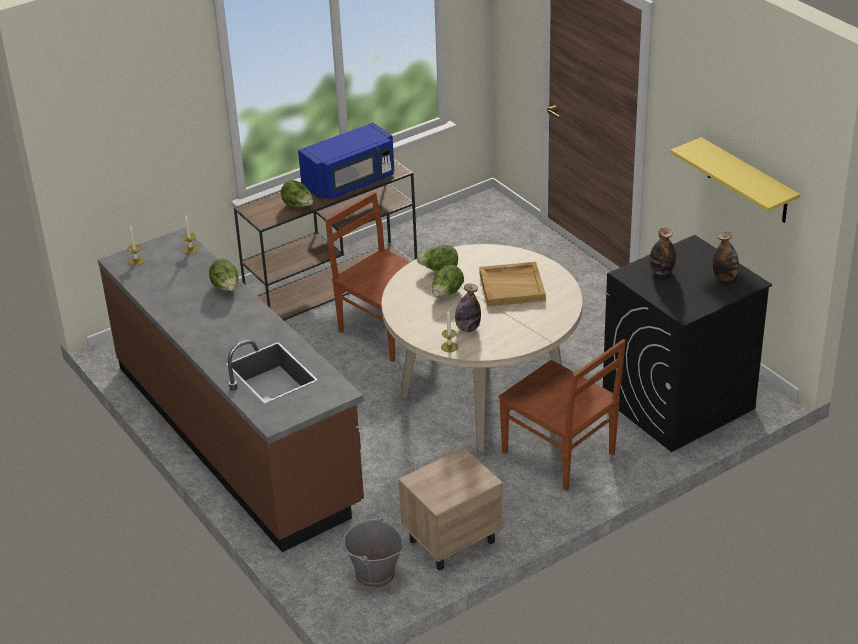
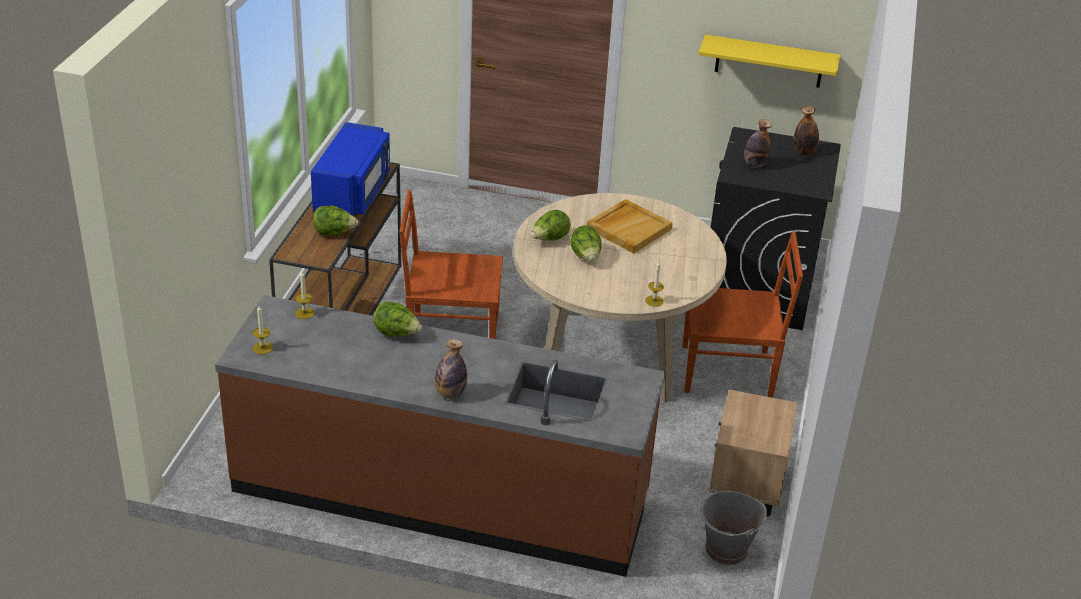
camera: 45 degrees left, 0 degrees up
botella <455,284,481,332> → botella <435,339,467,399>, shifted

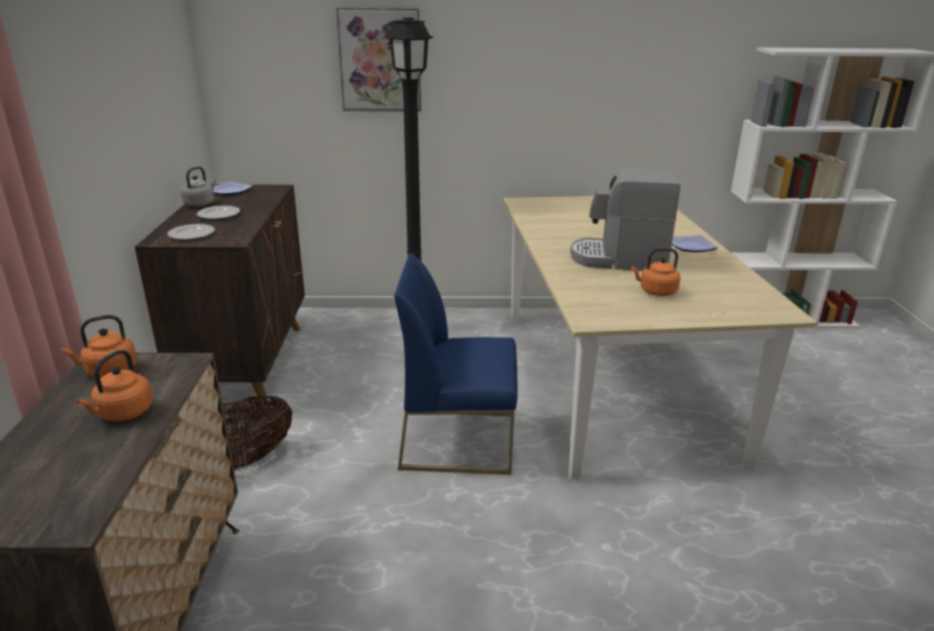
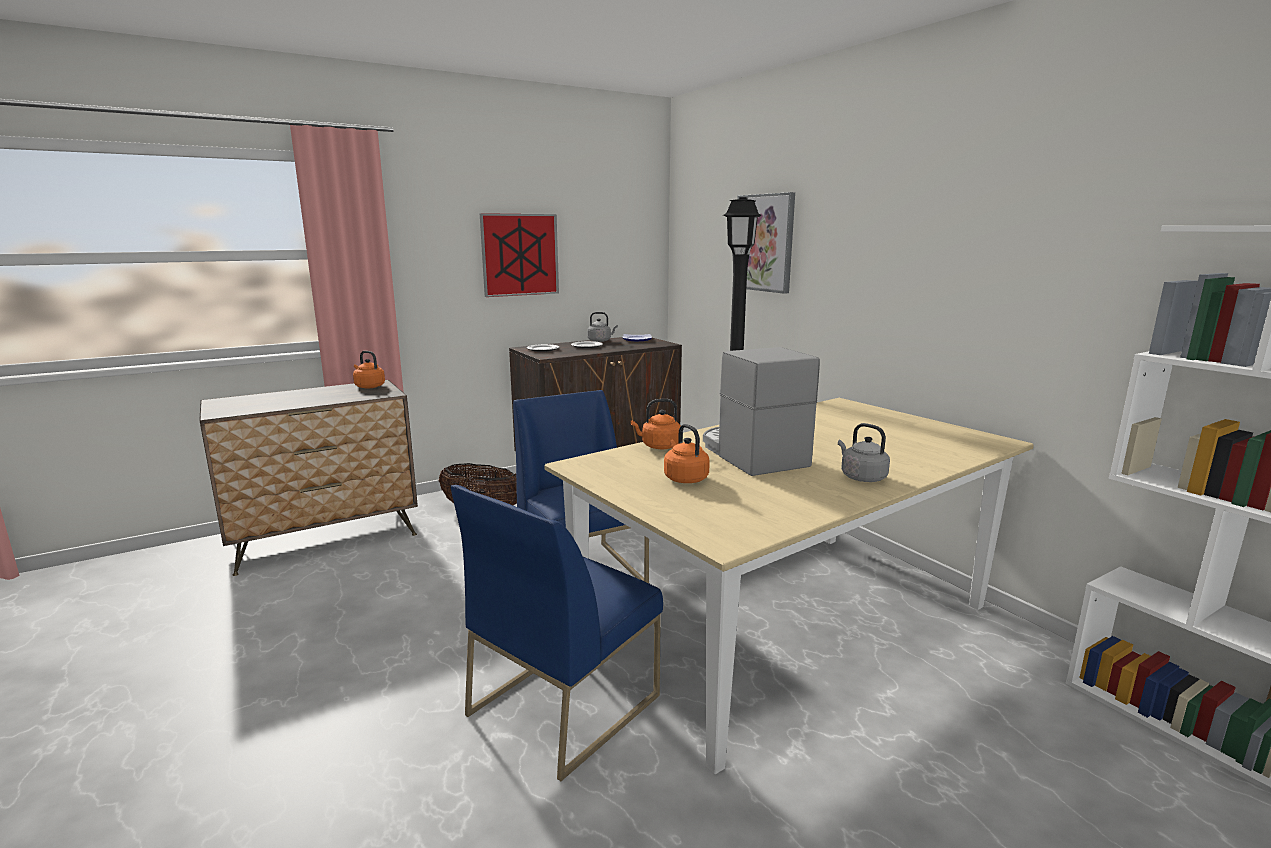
camera: 60 degrees right, 10 degrees down
plato <672,235,718,252> → hervidor [gris] <838,423,890,482>
hervidor [naranja] <77,350,153,422> → hervidor [naranja] <631,399,681,449>, shifted
- → cuadro <480,213,559,297>
- → silla [azul] <451,485,663,781>

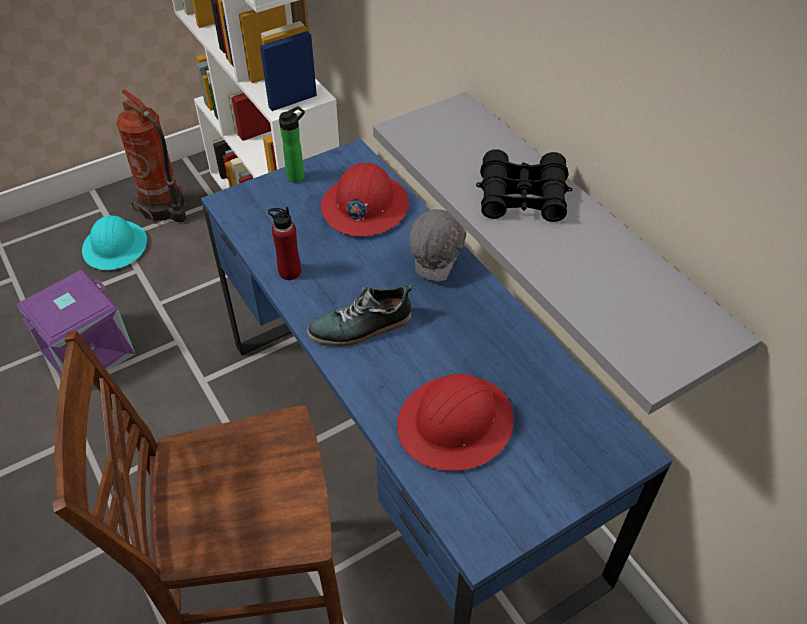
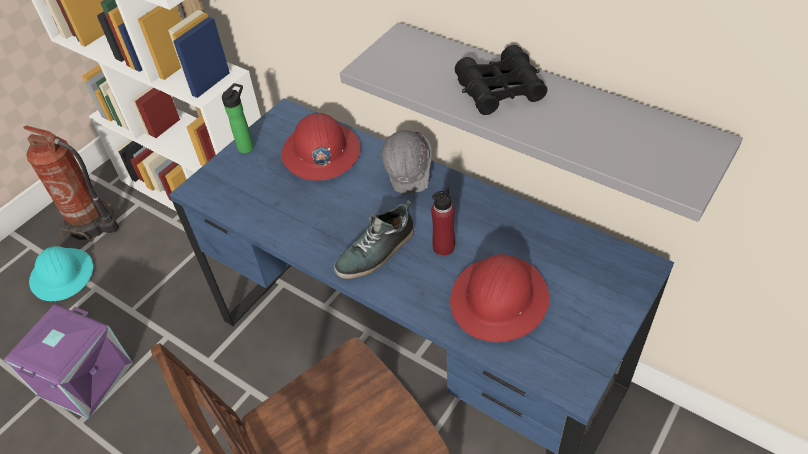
camera: 20 degrees left, 0 degrees up
botella [rojo] <268,207,301,280> → botella [rojo] <431,187,455,256>, shifted

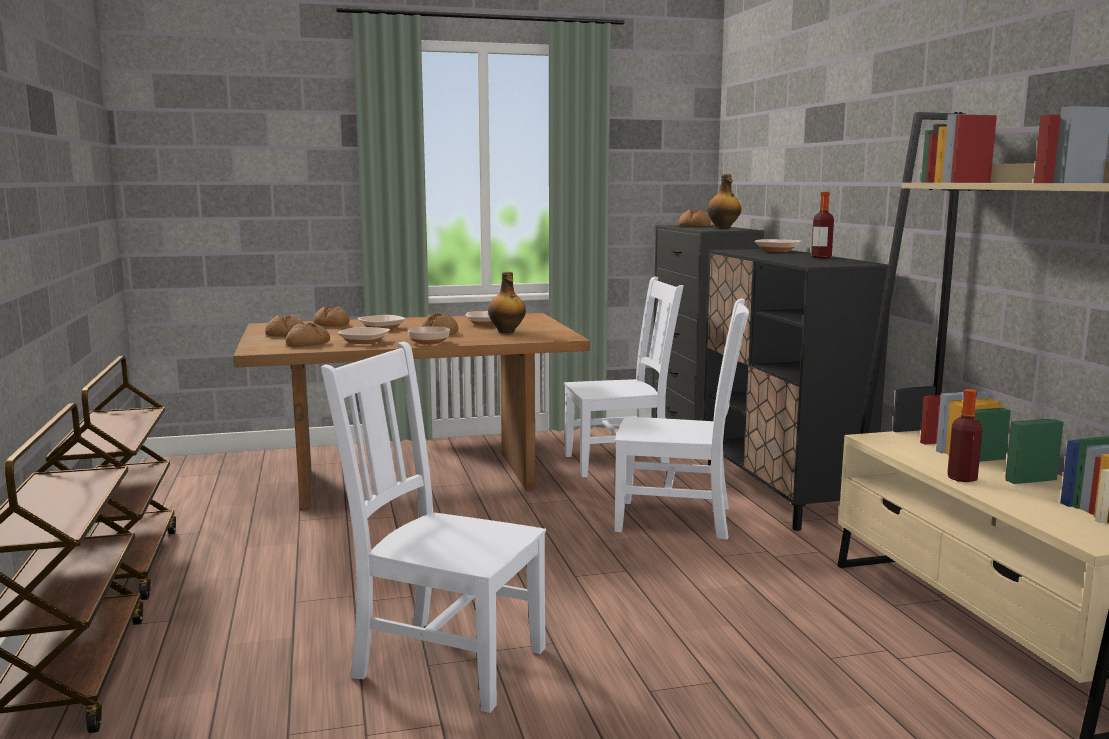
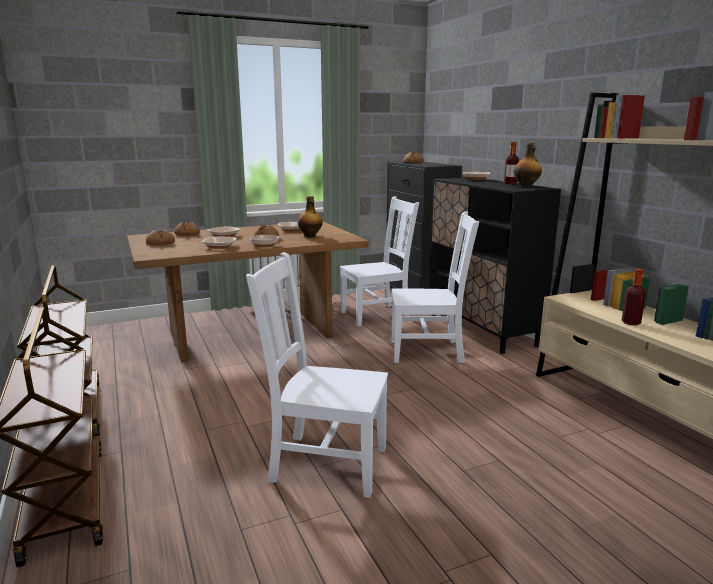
camera: 10 degrees left, 5 degrees up
botella <707,174,741,229> → botella <514,143,542,187>, shifted
pan <286,322,330,347> → -

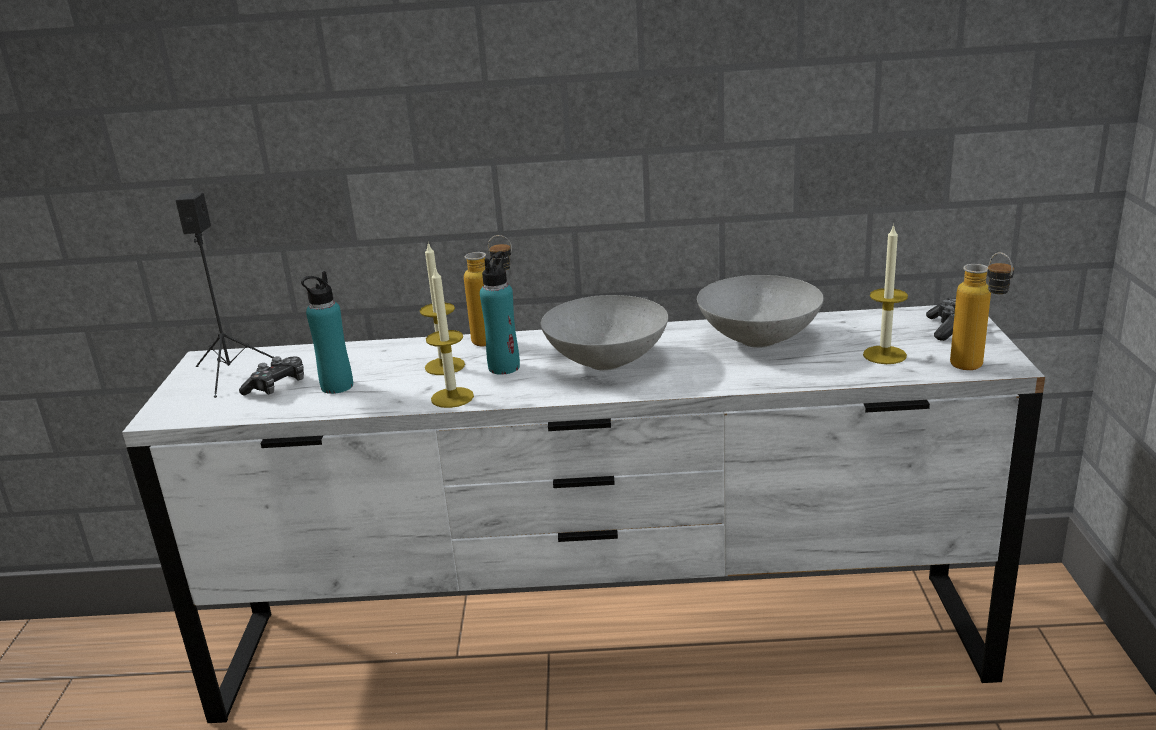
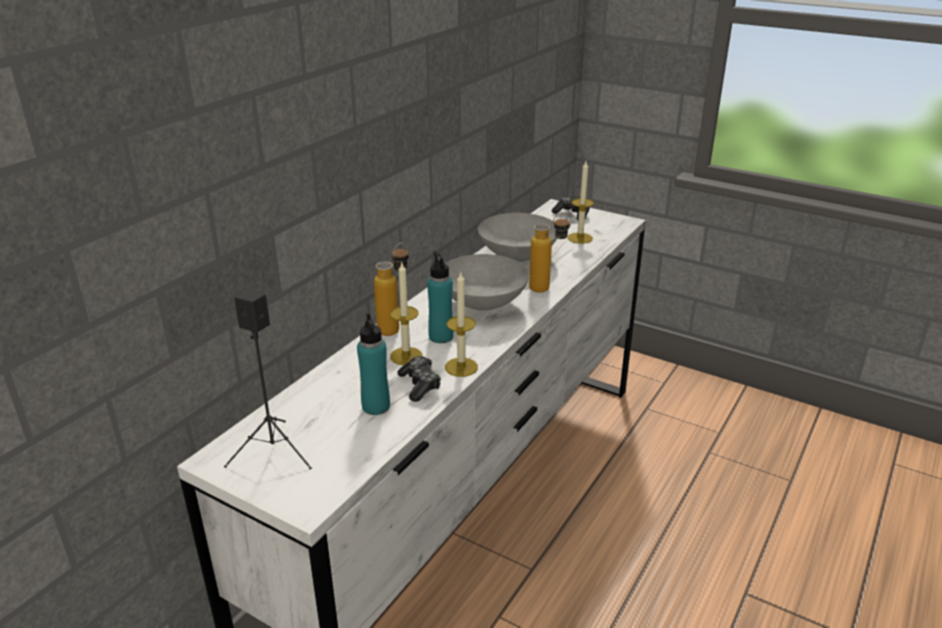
camera: 60 degrees left, 5 degrees up
botella <950,252,1014,370> → botella <529,213,571,292>, shifted
mando de consola <239,356,304,395> → mando de consola <397,356,441,402>, shifted

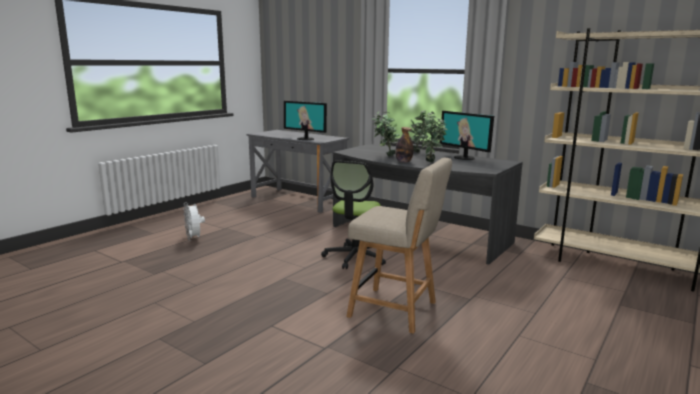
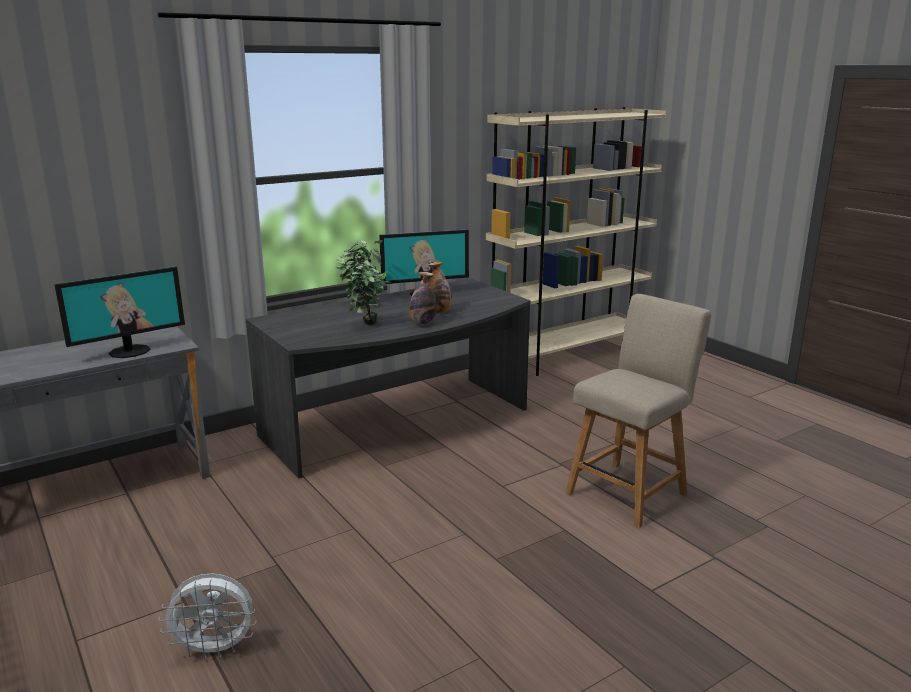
camera: 70 degrees left, 5 degrees up
planta en maceta <419,116,447,162> → botella <429,261,452,313>
silla de oficina <321,160,386,269> → -

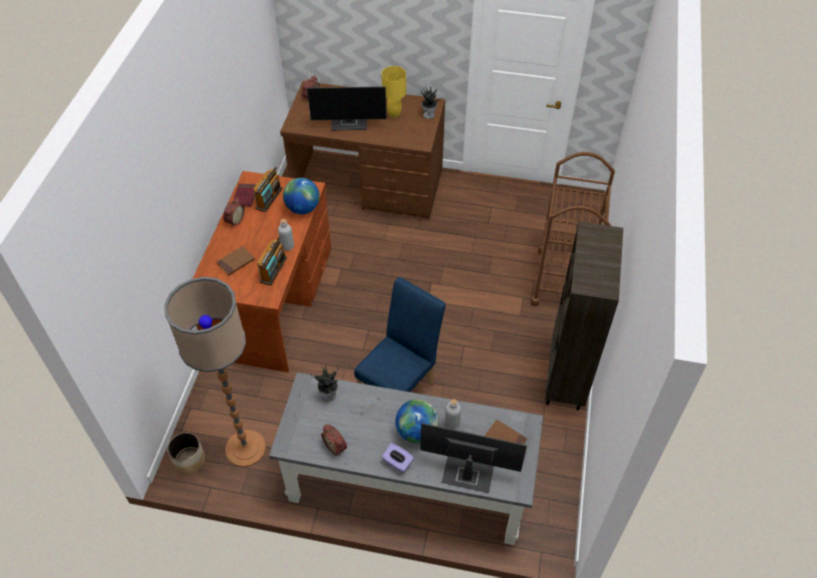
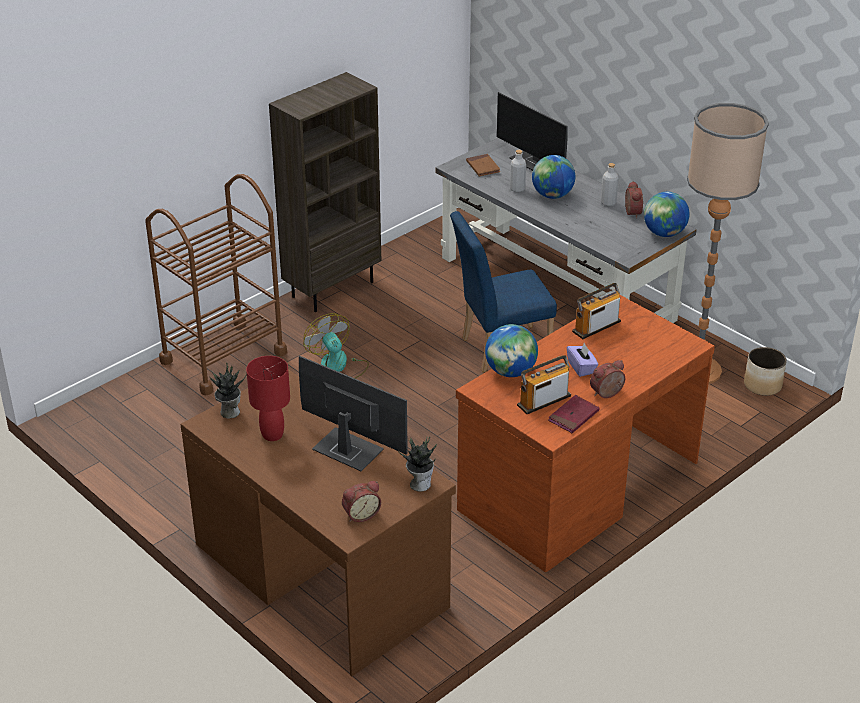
camera: 145 degrees left, 15 degrees down
lámpara de mesa [amarillo] <381,66,406,118> → lámpara de mesa [rojo] <246,356,290,441>
botella [gris] <278,219,294,251> → botella [gris] <601,163,619,206>, shifted
libro [marrón] <217,246,255,276> → -
planta en maceta <311,366,339,402> → planta en maceta <398,437,437,492>, shifted
caja de pañuelos [morado] <382,443,414,473> → caja de pañuelos [morado] <567,343,598,377>, shifted
- → globo terráqueo <644,192,689,237>
- → ventilador <304,313,369,379>

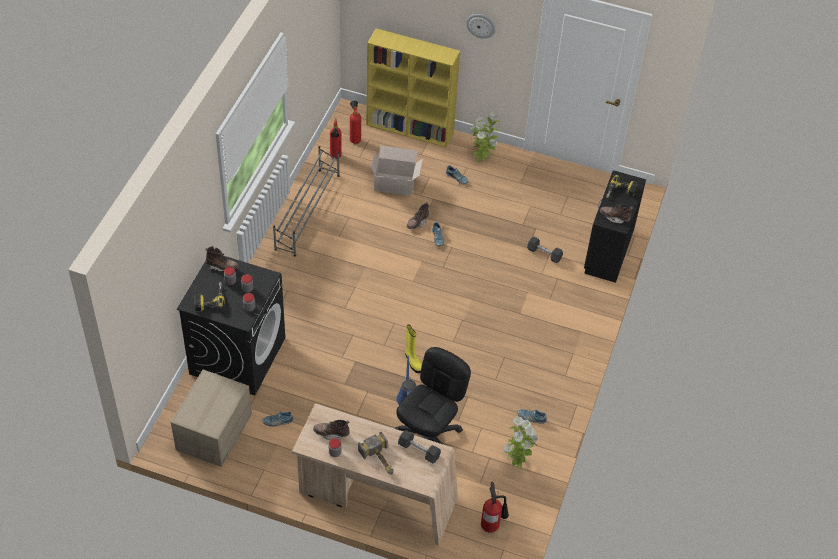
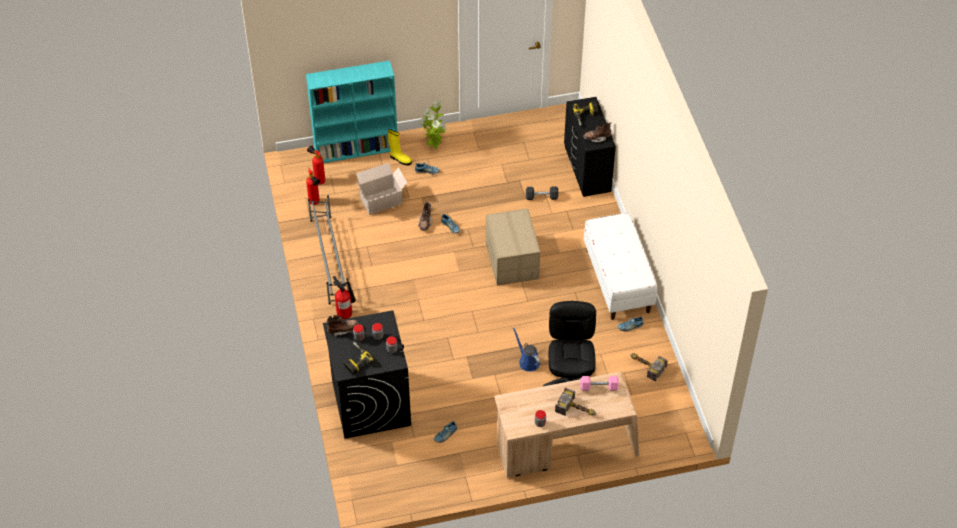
camera: 30 degrees left, 0 degrees up
reloj de pared <466,14,495,39> → -
estantería [amarillo] <366,28,460,148> → estantería [turquesa] <306,61,397,163>
bota [amarillo] <405,325,422,373> → bota [amarillo] <388,129,412,165>, shifted
caja de cartón <171,369,252,467> → caja de cartón <486,208,540,285>, shifted
planta en maceta <504,417,538,469> → martillo <630,353,668,382>
bota [marrón] <313,420,349,440> → -
mancuerna [negro] <398,430,441,463> → mancuerna [rosa] <580,376,619,391>
extintor <481,482,509,533> → extintor <333,276,356,319>, shifted
- → banco [blanco] <584,213,657,320>

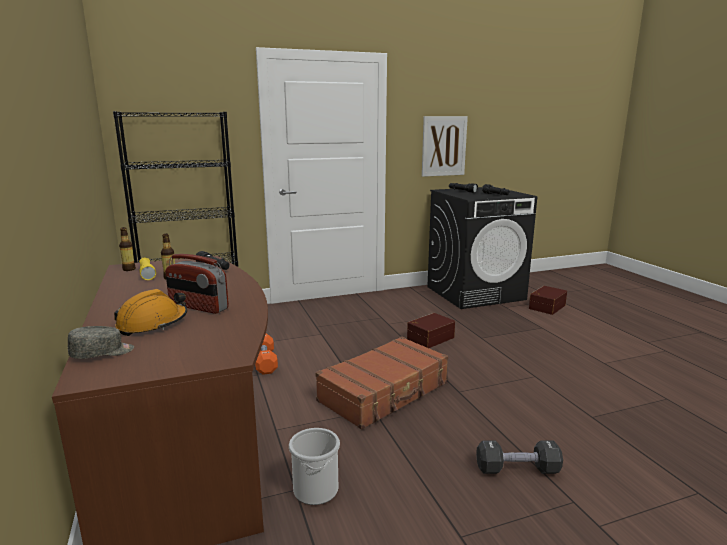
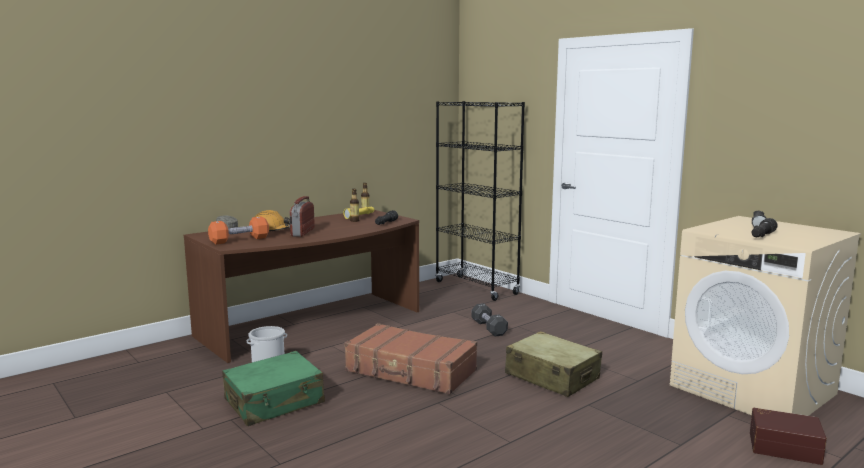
camera: 70 degrees right, 5 degrees down
cuadro <422,116,468,177> → -
lavadora [negro] <427,187,537,309> → lavadora [beis] <670,216,861,416>
caja de almacenaje [marrón] <407,313,455,348> → maleta [beis] <505,331,602,397>
mancuerna [naranja] <255,333,278,375> → mancuerna [naranja] <208,216,269,244>, shifted
mancuerna [negro] <476,440,563,474> → mancuerna [negro] <472,303,508,337>, shifted
- → maleta [verde] <222,351,325,426>

